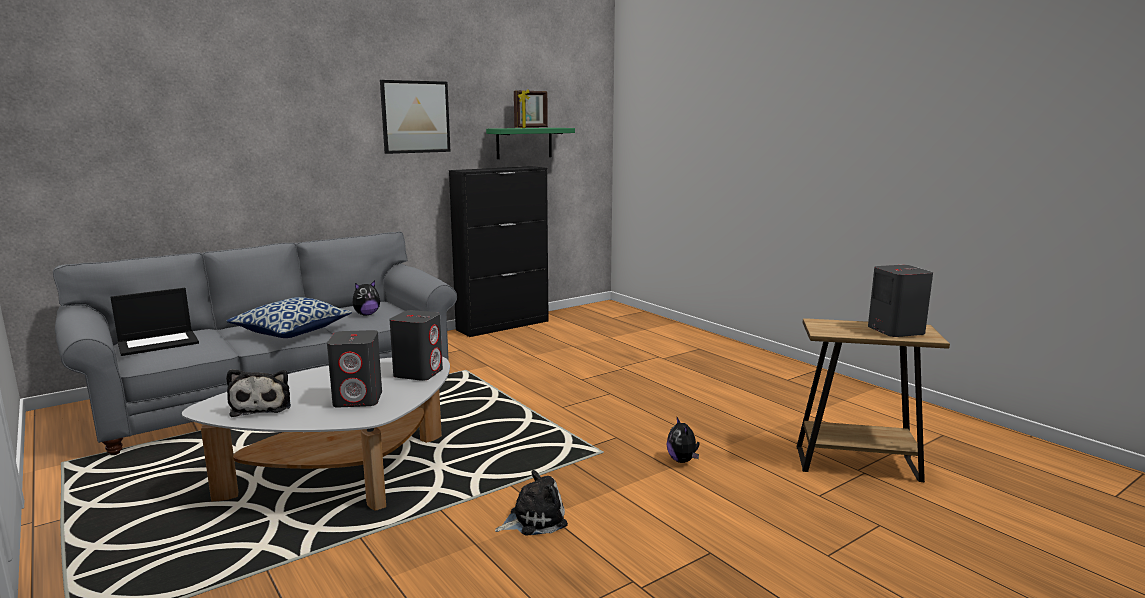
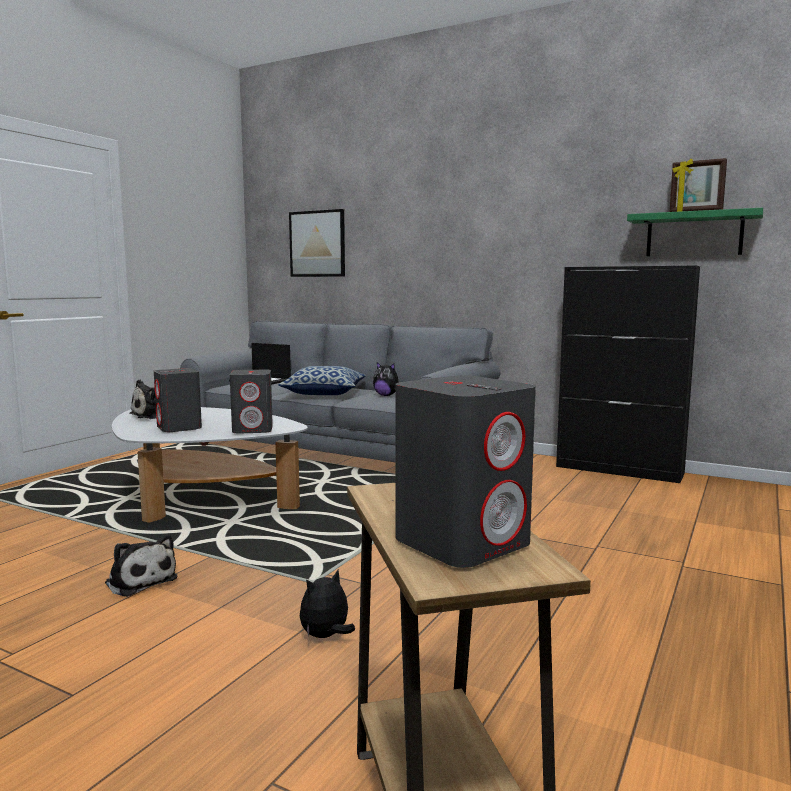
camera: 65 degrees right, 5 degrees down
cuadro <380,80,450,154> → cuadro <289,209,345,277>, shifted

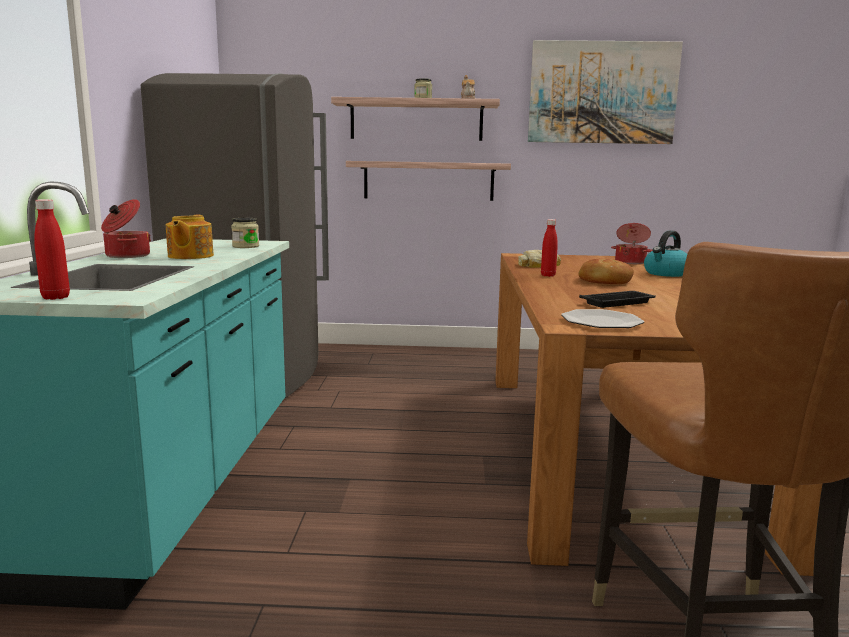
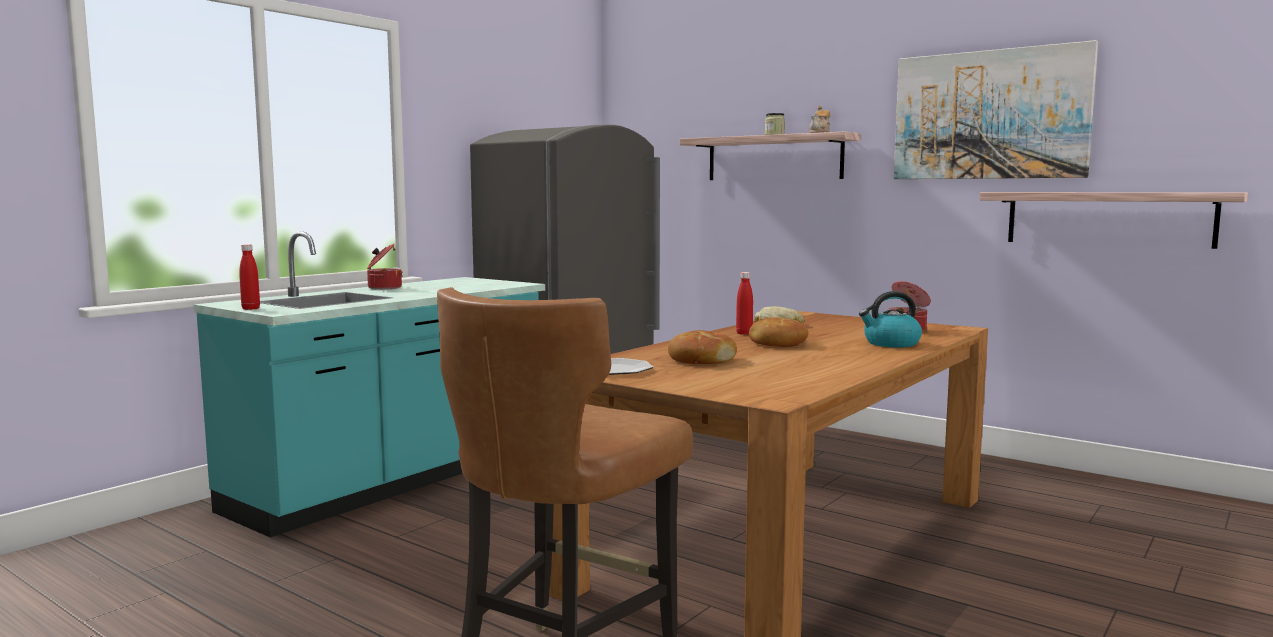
camera: 35 degrees right, 5 degrees down
estante <346,161,511,201> → estante <980,192,1248,249>, shifted
tetera <166,215,214,259> → -
tarro <231,218,259,248> → -
bandeja [negro] <579,291,656,308> → pan <668,330,737,364>

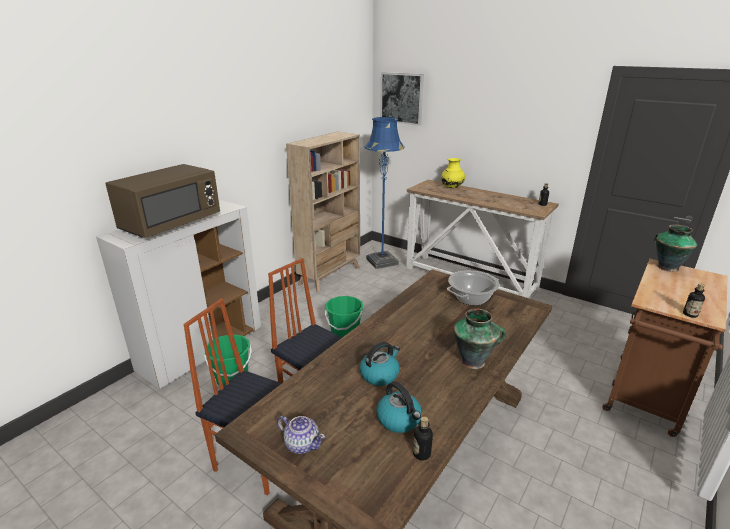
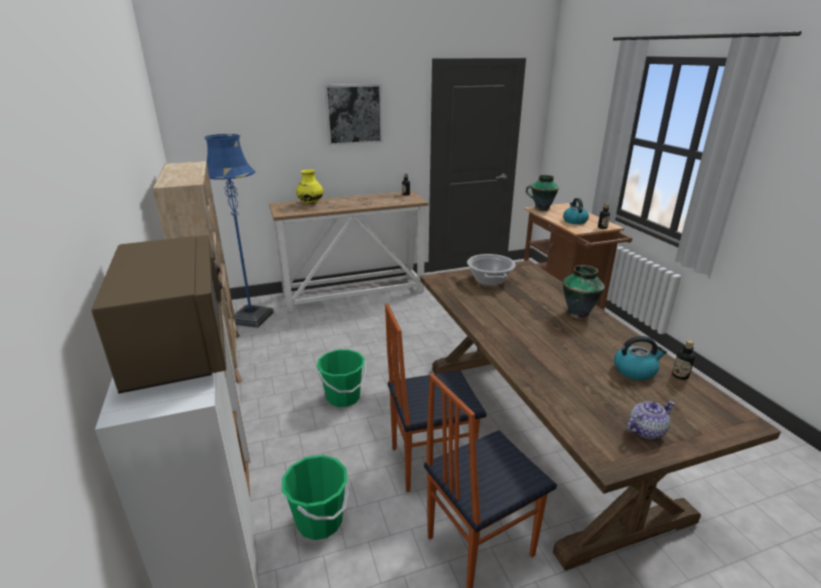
camera: 55 degrees left, 0 degrees up
cuadro <380,72,424,126> → cuadro <324,84,383,146>, shifted
hervidor <359,342,400,386> → hervidor <563,198,589,224>, shifted

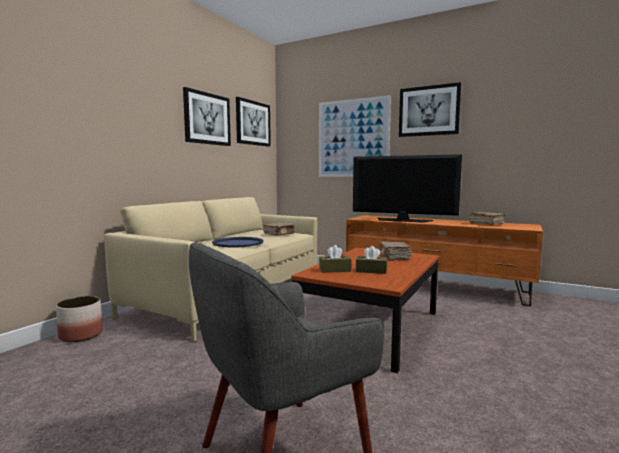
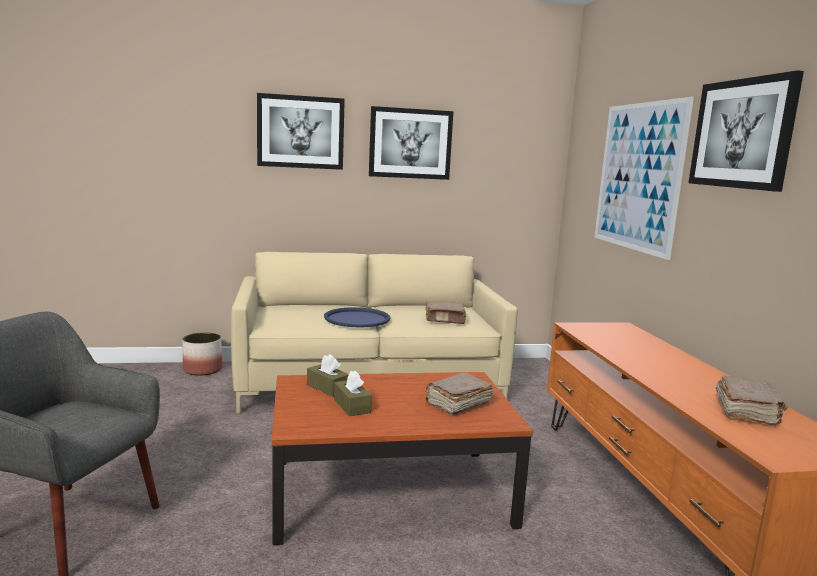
camera: 50 degrees right, 5 degrees up
cuadro <236,97,271,147> → cuadro <257,93,345,170>, shifted
televisor <353,154,462,223> → -

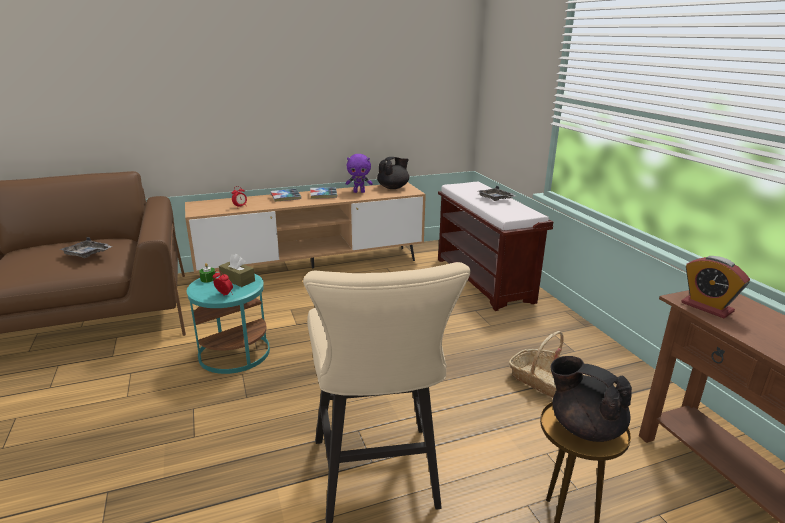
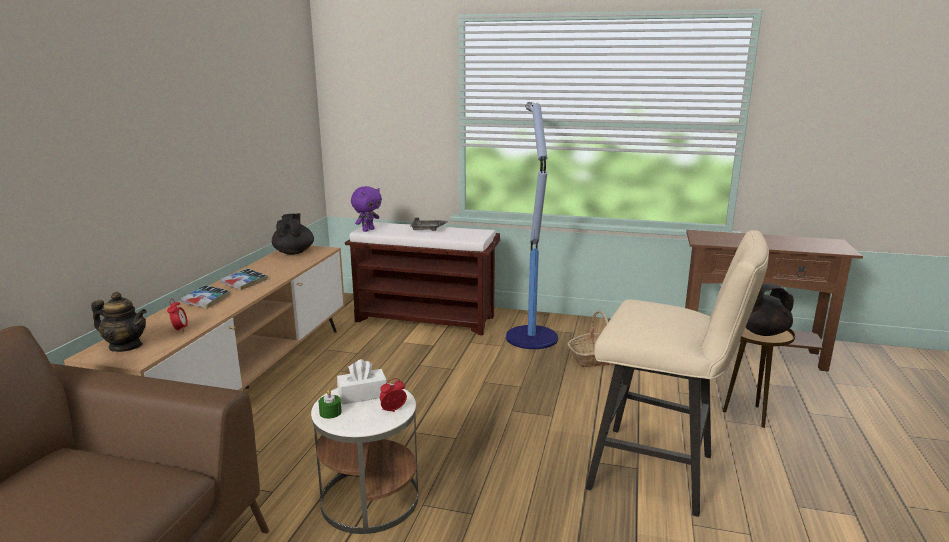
camera: 55 degrees left, 5 degrees down
peluche [morado] <346,154,373,193> → peluche [morado] <351,186,382,232>, shifted
bandeja [gris] <59,237,113,258> → -
caja de pañuelos [marrón] <219,254,255,287> → caja de pañuelos [blanco] <337,359,387,405>
despertador <681,256,750,318> → -
mesa auxiliar [turquesa] <187,272,270,374> → mesa auxiliar [blanco] <311,383,418,534>
- → lámpara de pie <506,102,558,349>
- → tetera <91,292,147,352>

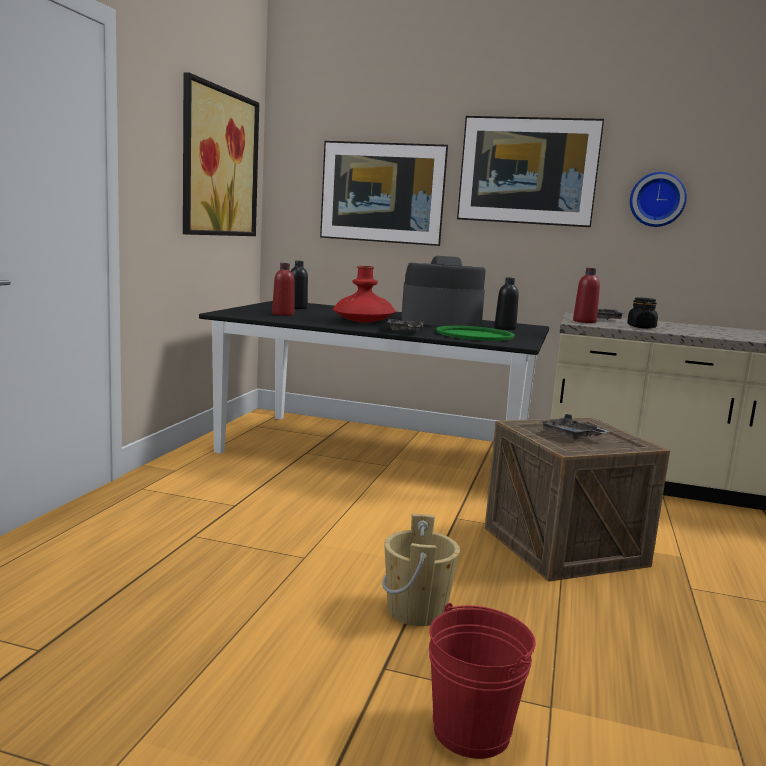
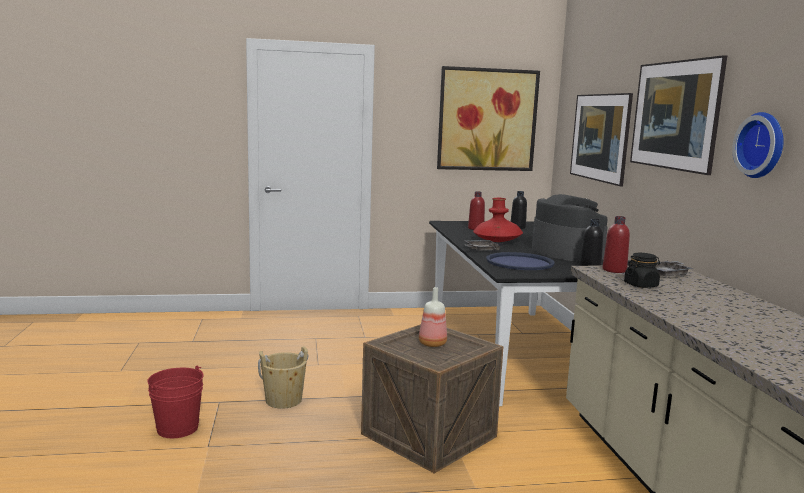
camera: 65 degrees right, 0 degrees up
bandeja [verde] <436,326,515,341> → bandeja [azul] <486,252,555,270>
bandeja [gris] <540,414,610,440> → botella <419,287,447,347>

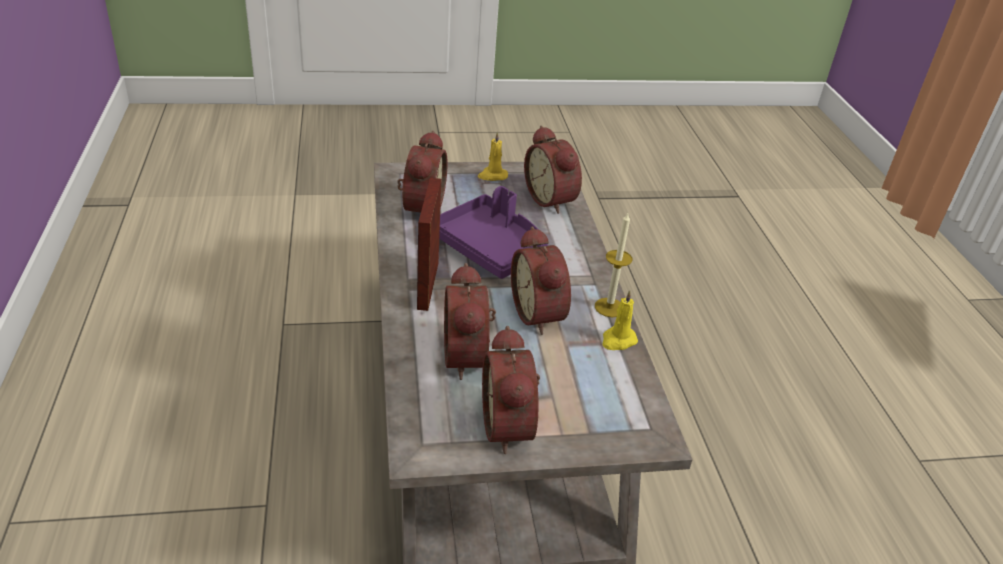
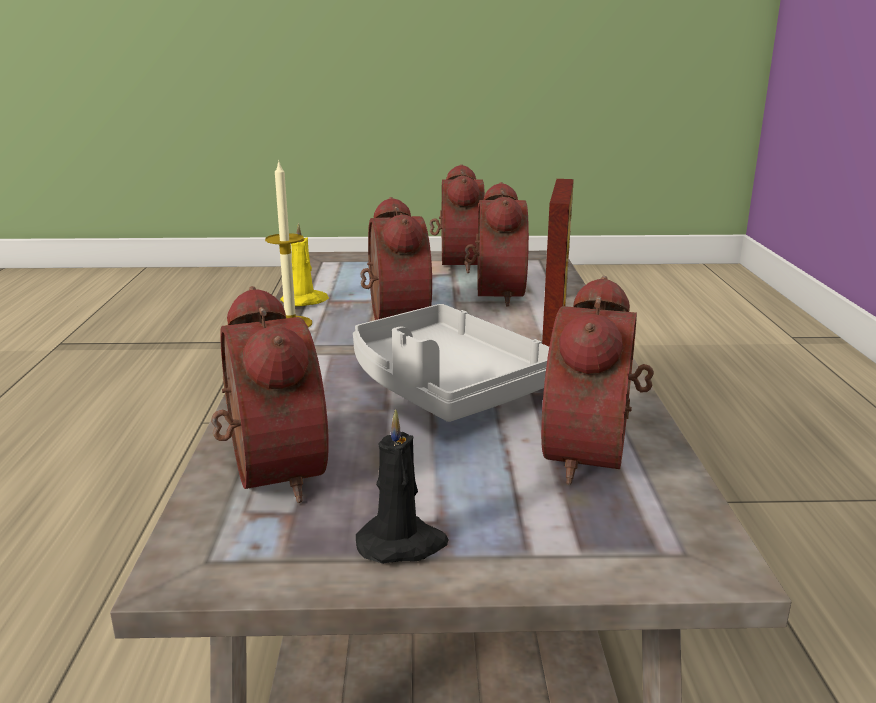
camera: 170 degrees left, 15 degrees down
vela [amarillo] <478,132,508,181> → vela [negro] <356,410,449,564>
bandeja [morado] <439,186,548,279> → bandeja [gris] <353,304,549,422>

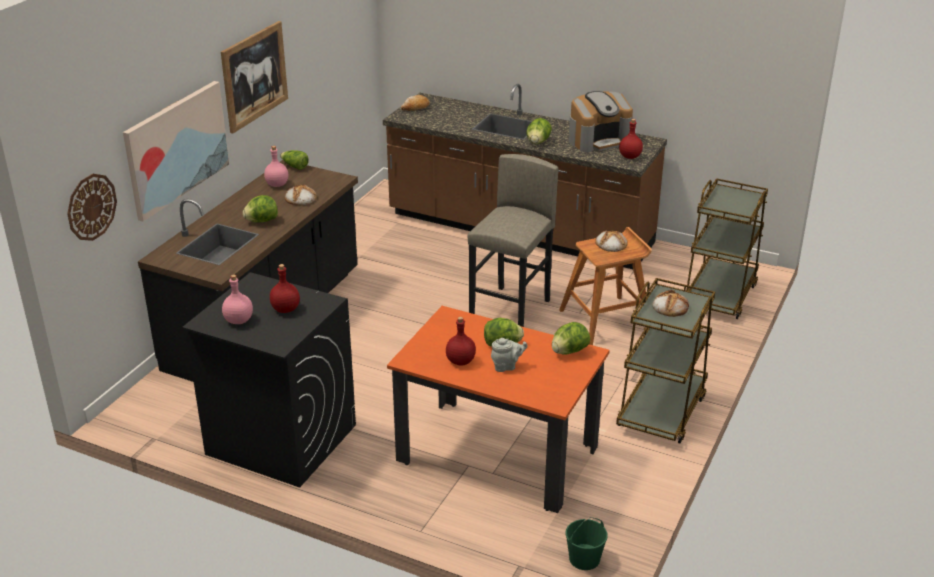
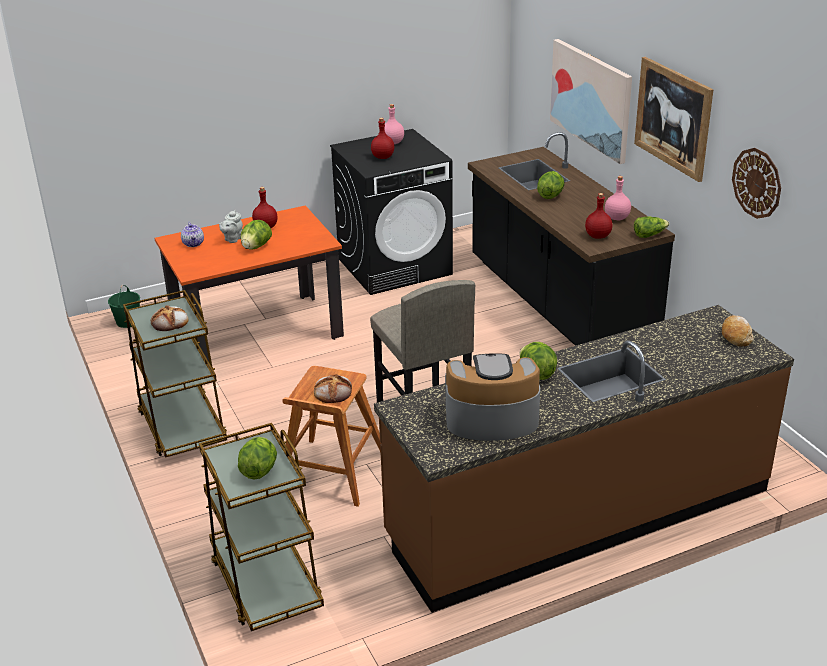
camera: 130 degrees right, 0 degrees up
cafetera <569,91,633,152> → cafetera <445,354,540,441>, 75 degrees clockwise
botella [rojo] <619,119,643,159> → botella [rojo] <585,193,613,239>, shifted
reloj de pared <67,174,117,241> → reloj de pared <732,148,781,219>, shifted
pan <285,185,317,205> → -
lechuga <552,322,590,355> → lechuga <238,437,277,480>, shifted
- → tetera <181,222,204,247>

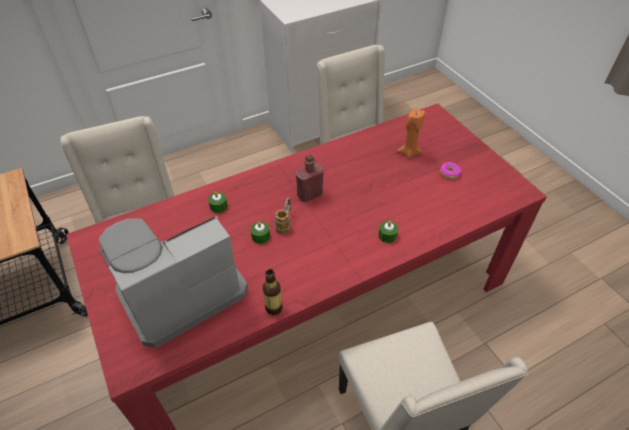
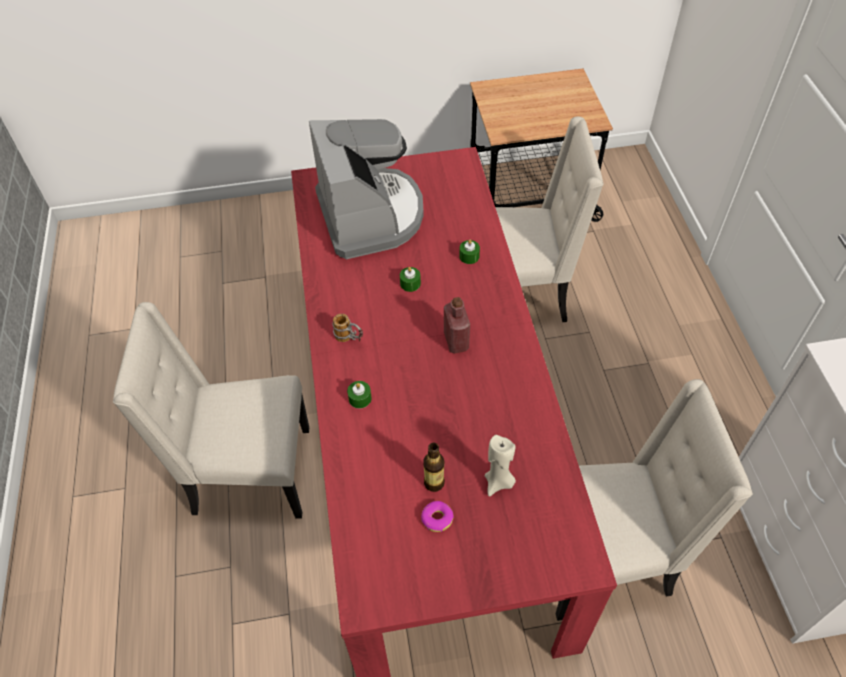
camera: 110 degrees right, 5 degrees up
vela [naranja] <397,108,425,159> → vela [beis] <485,435,516,496>
taza grande <274,197,291,234> → taza grande <332,314,363,342>, shifted
botella <263,269,283,315> → botella <423,443,445,492>, shifted

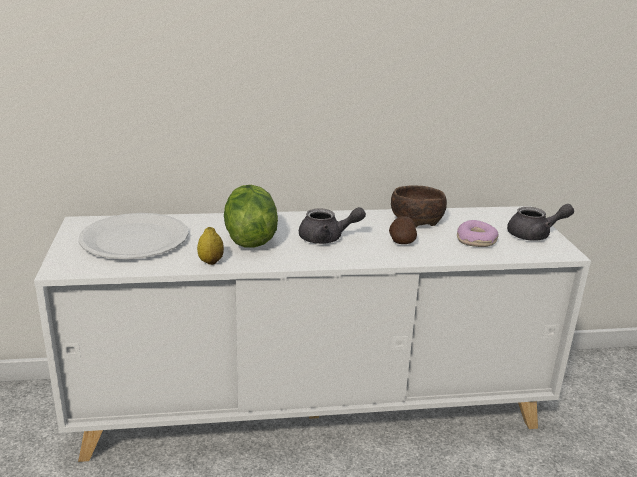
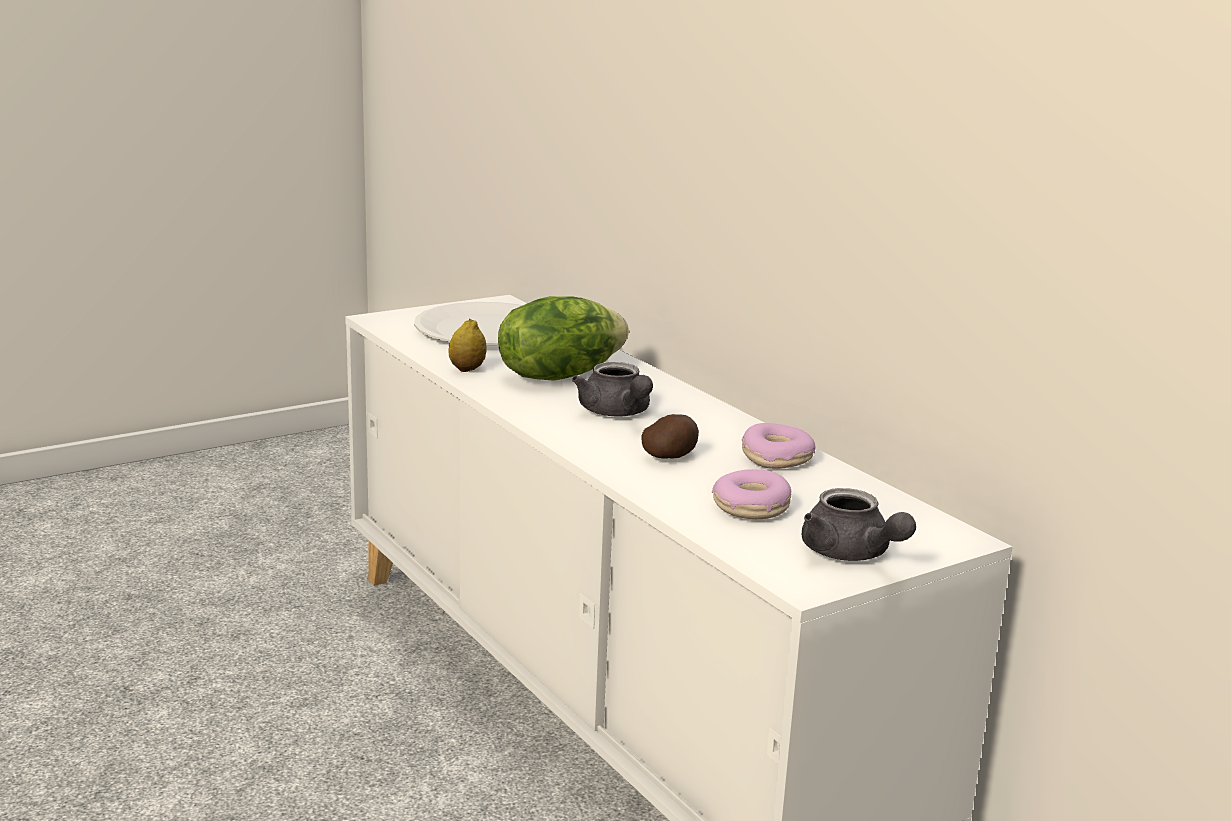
camera: 65 degrees right, 5 degrees down
cuenco [marrón] <391,185,447,228> → rosquilla <741,423,815,469>

